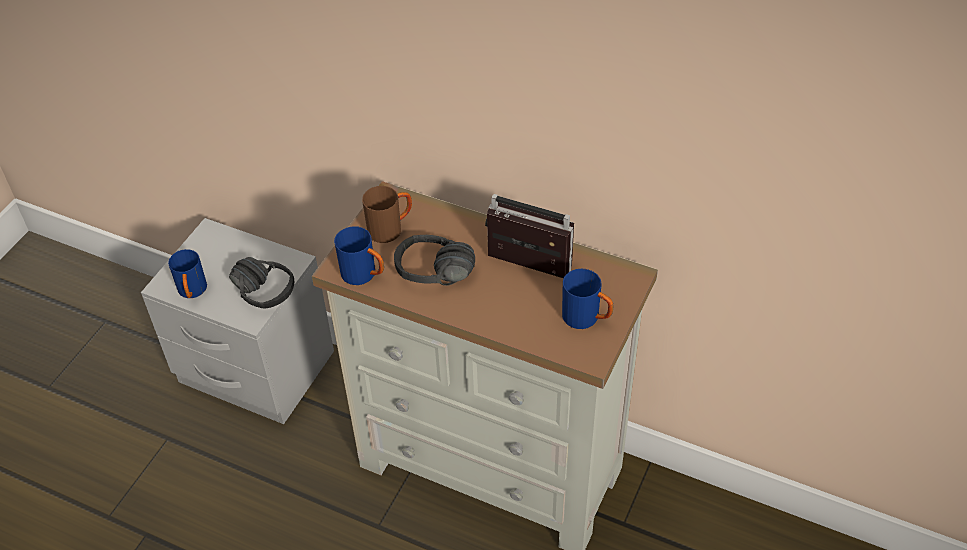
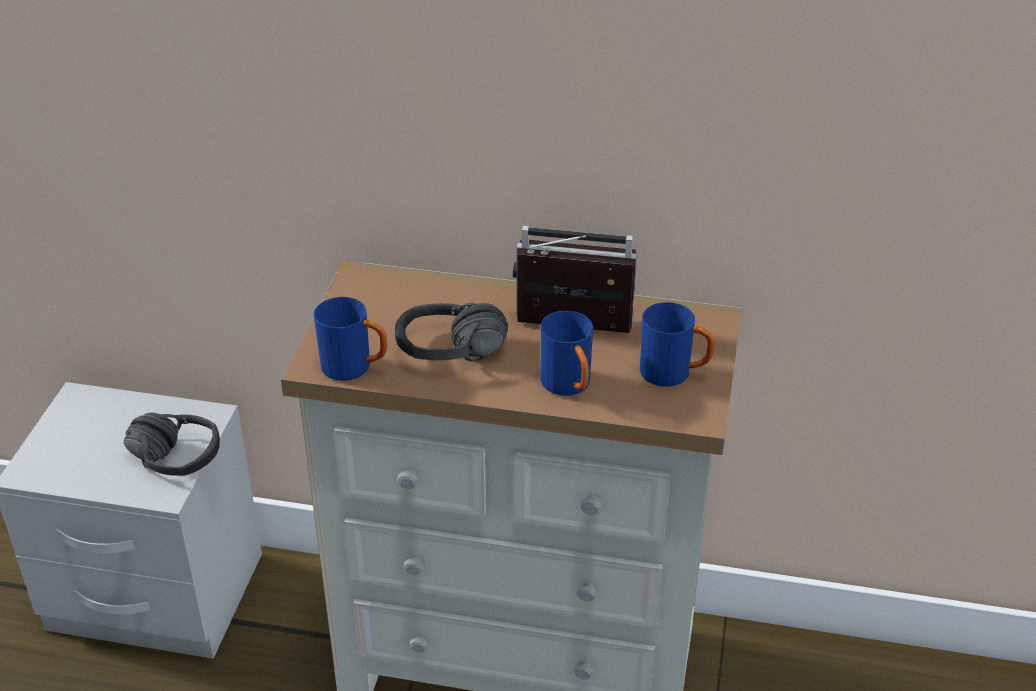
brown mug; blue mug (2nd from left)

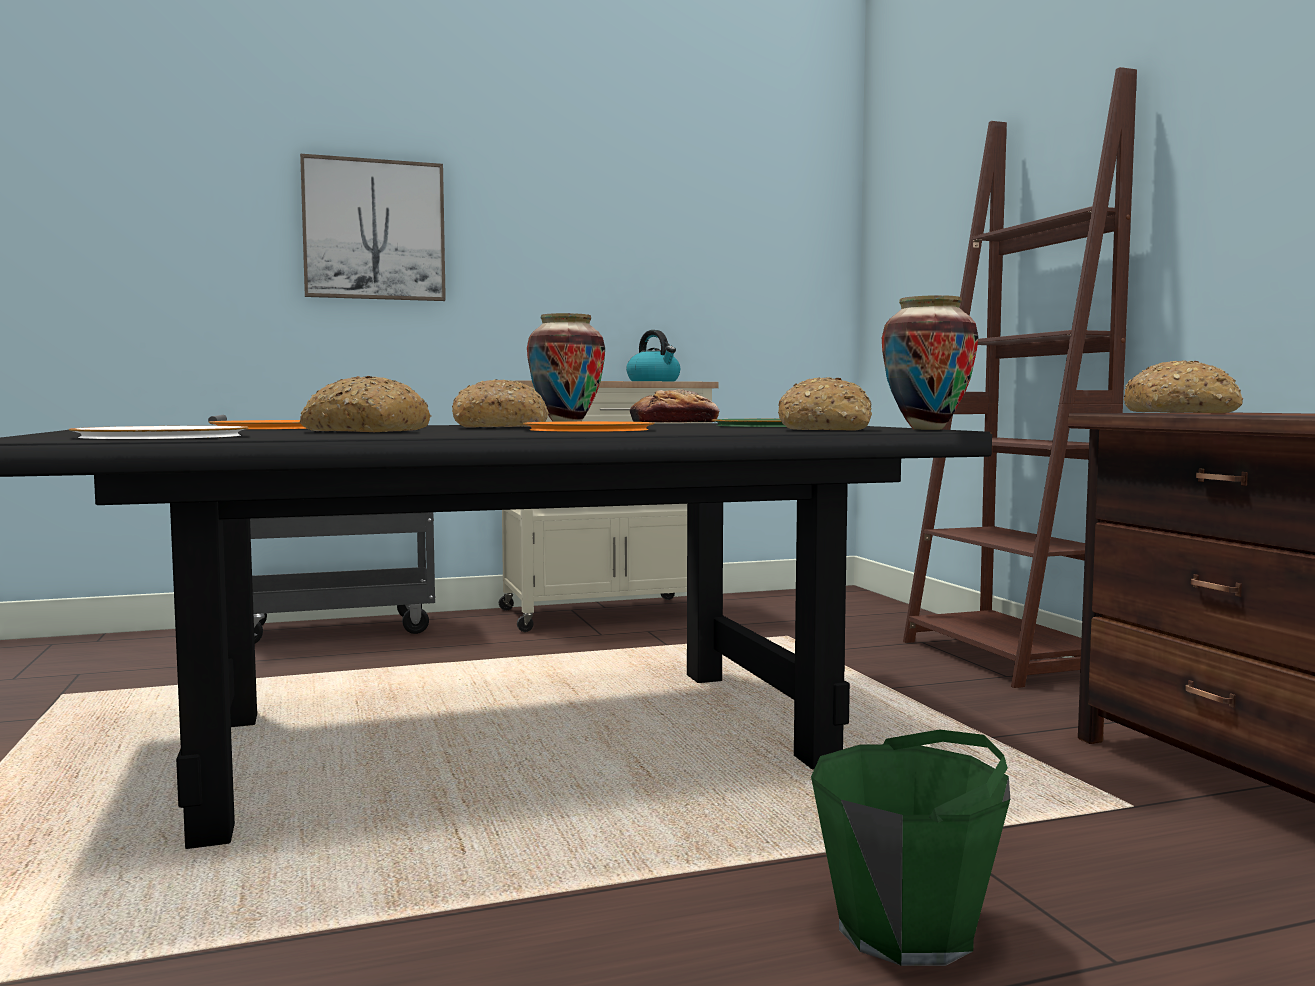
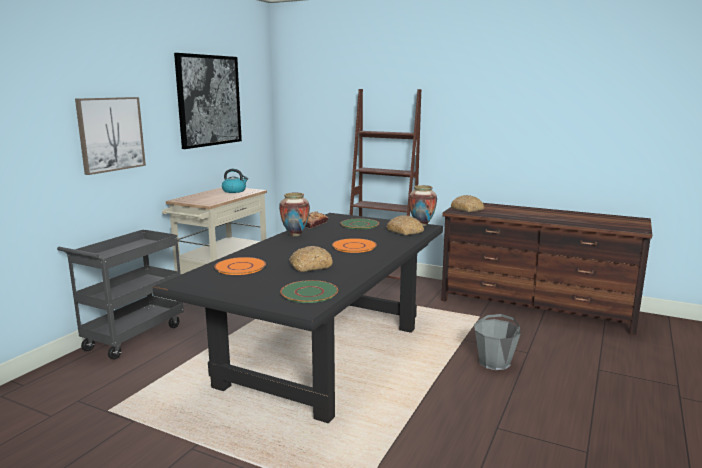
bread (2nd from left in the first image); picture (2nd from left); green plate (1st from left); grey bucket

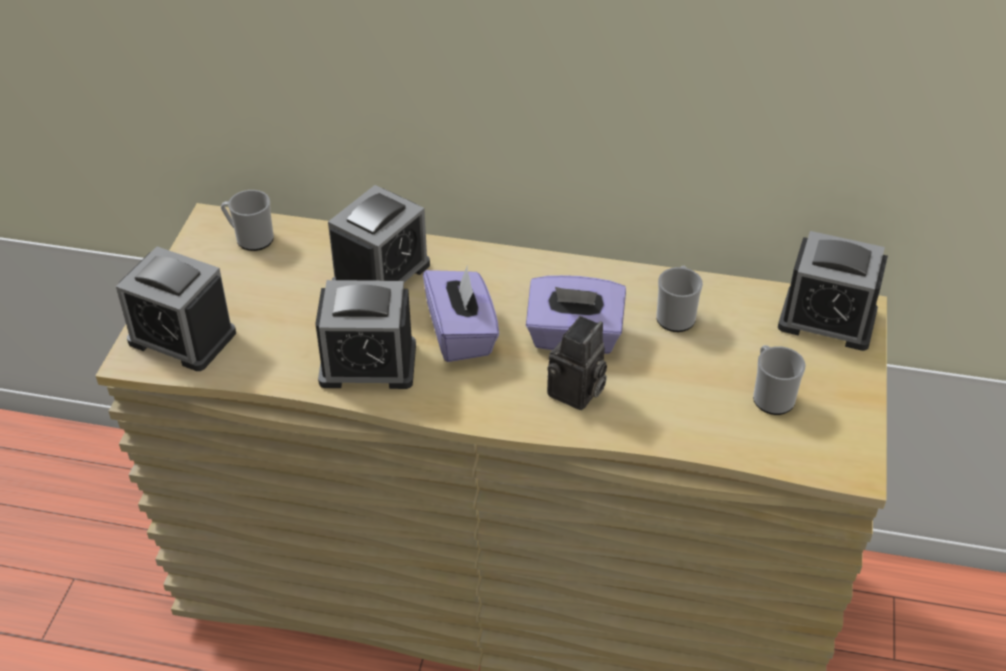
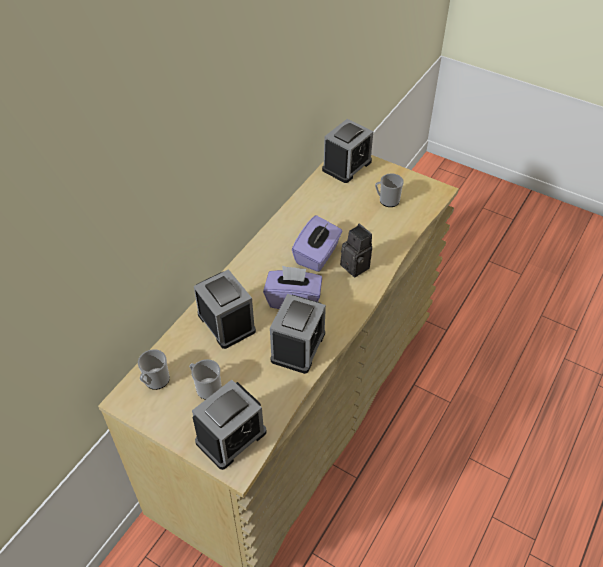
mug (2nd from left)

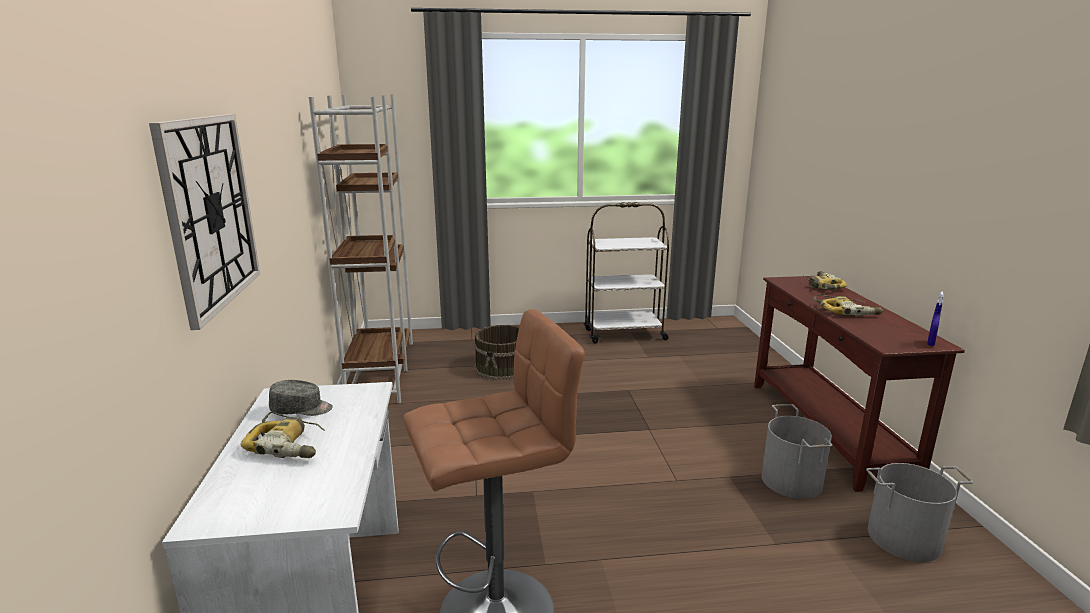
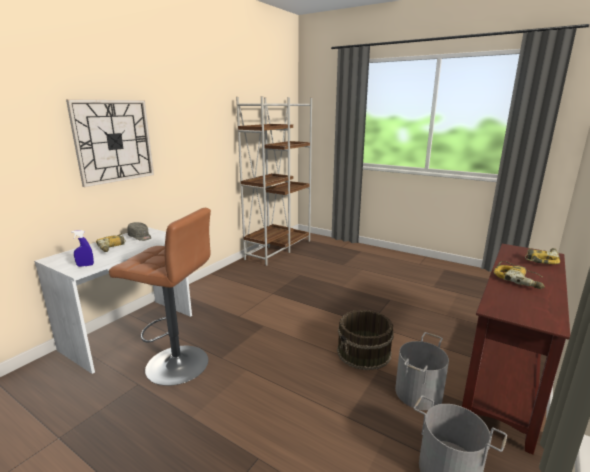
white cart; brown bucket; blue spray bottle

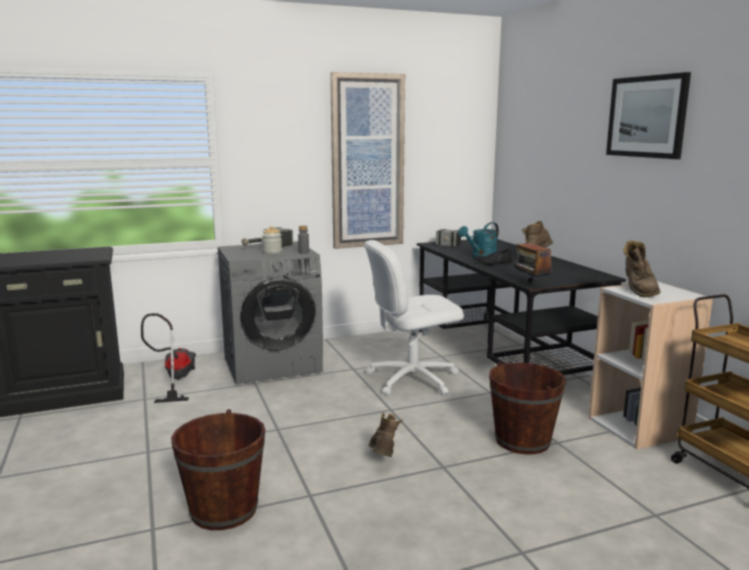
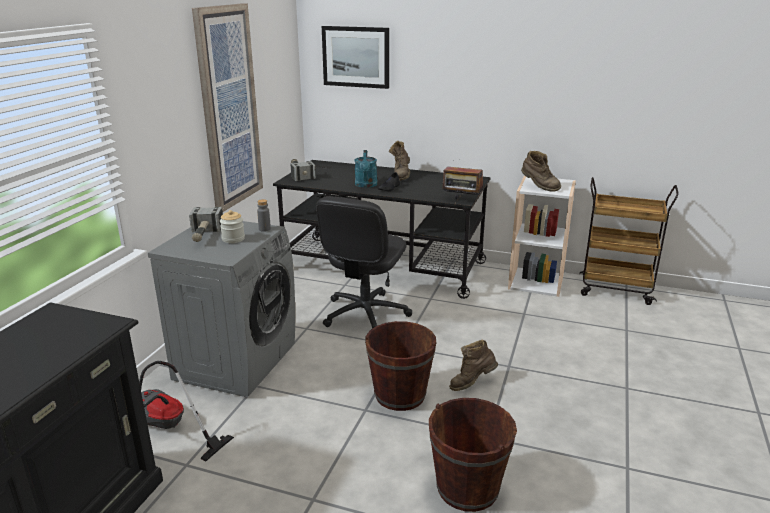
brown bucket (1st from left); picture (2nd from left); black office chair; brown boot (2nd from left)

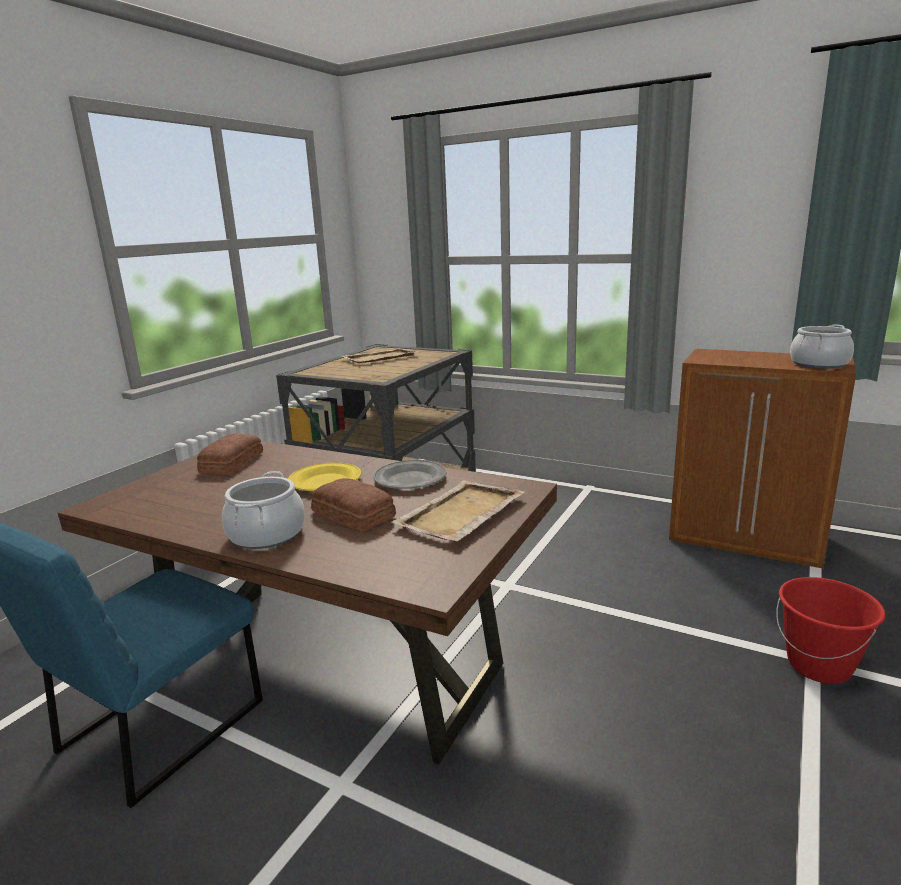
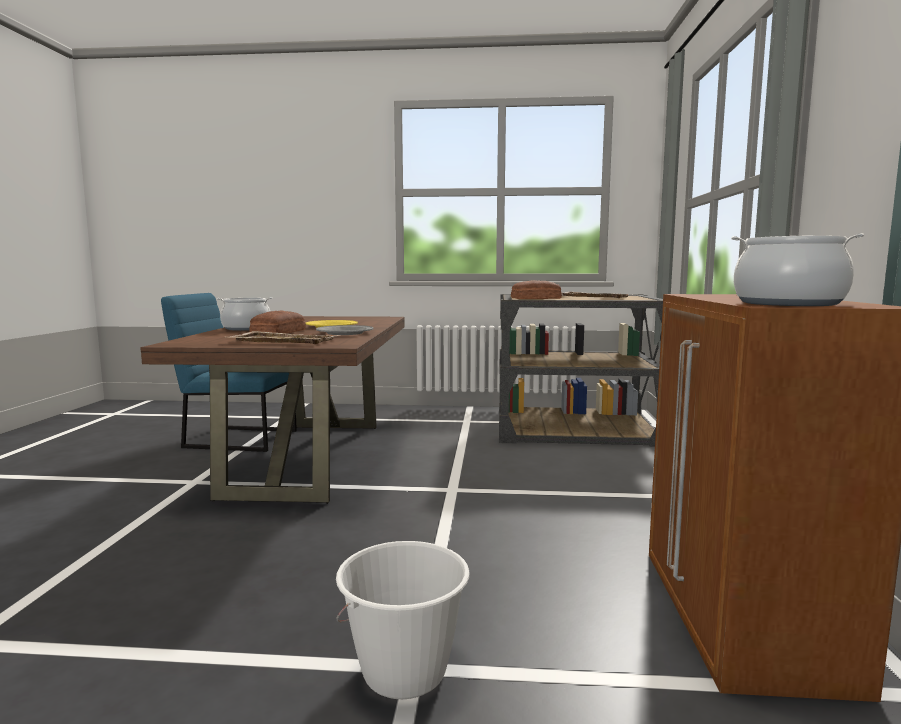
bread (2nd from left); white bucket

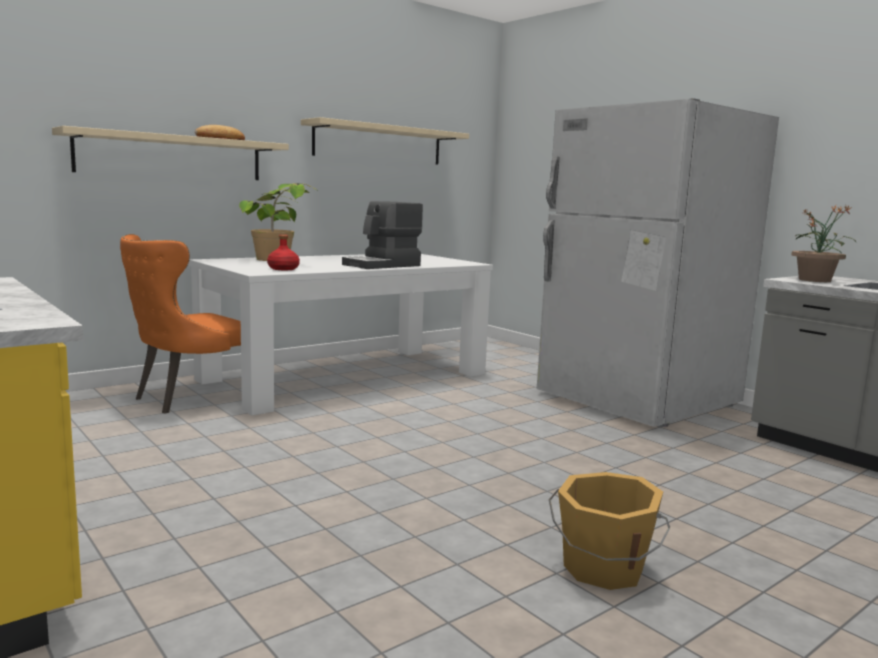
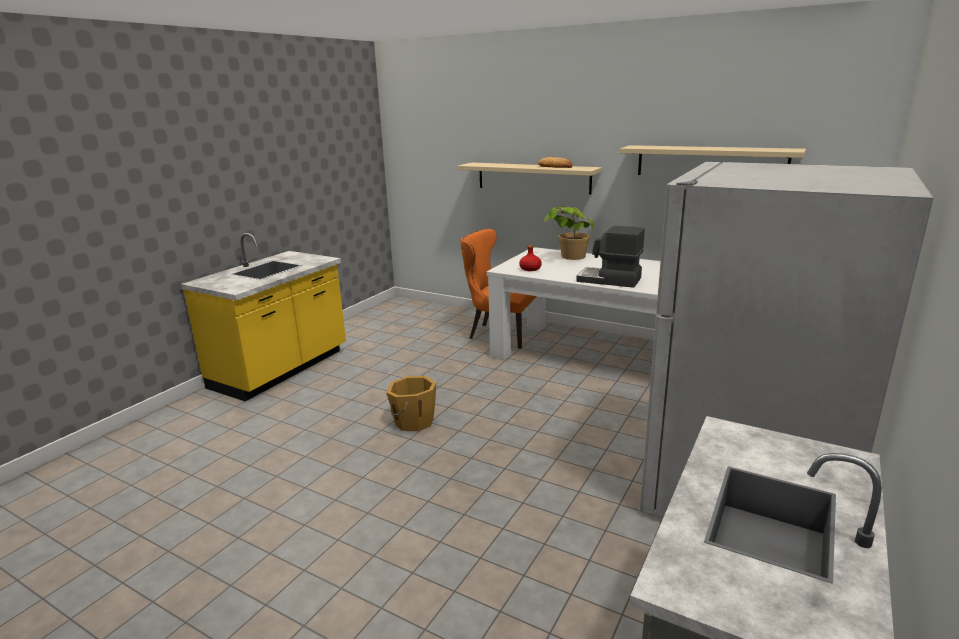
potted plant (2nd from left in the first image); orange bucket

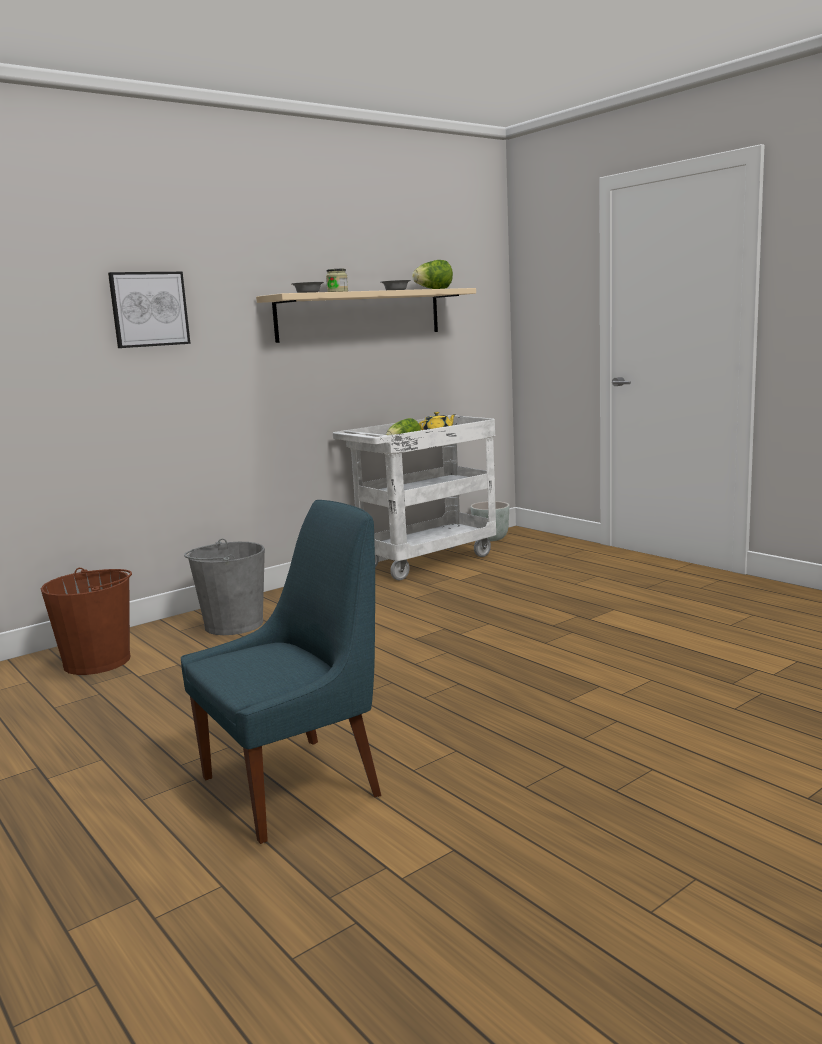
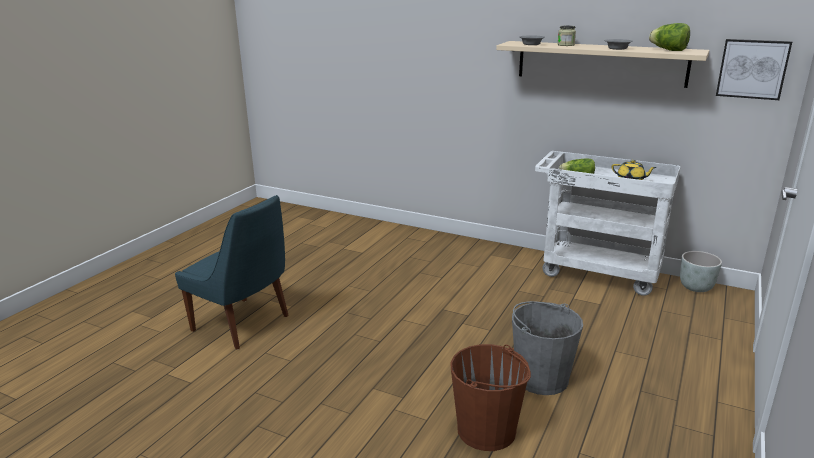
brown bucket; picture; grey bucket

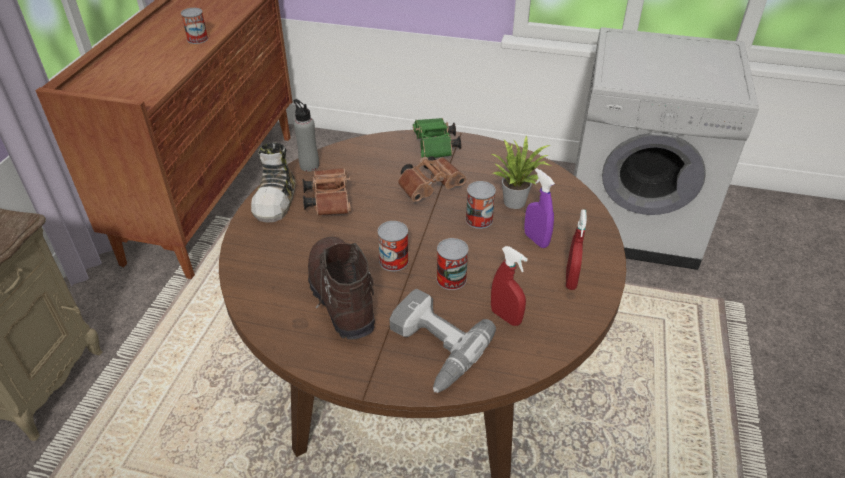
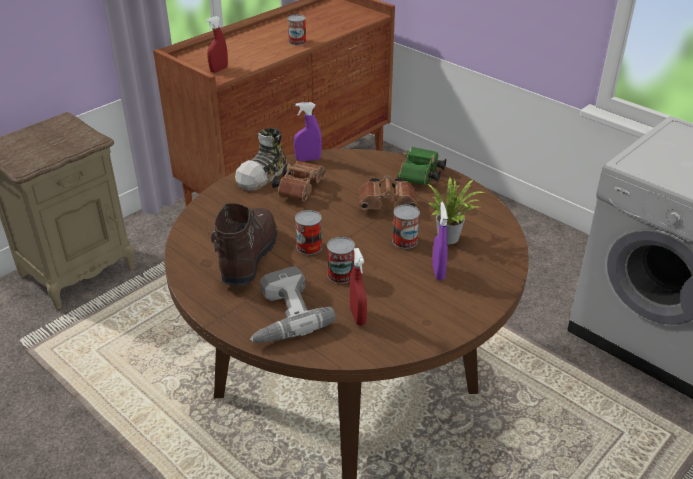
red spray bottle (1st from left); purple spray bottle (1st from left)

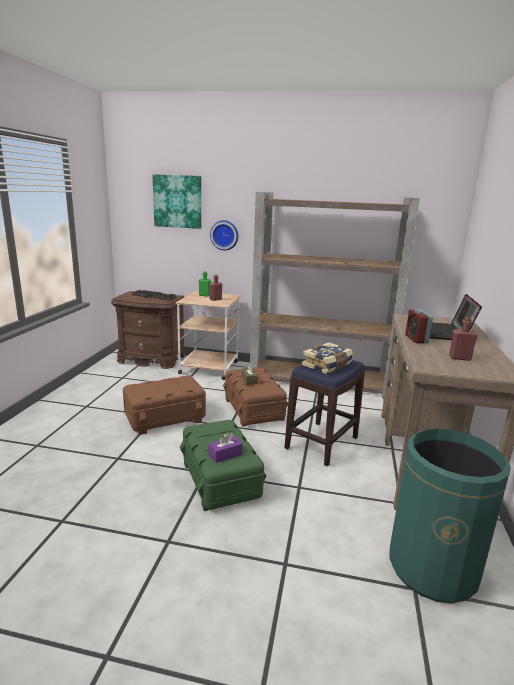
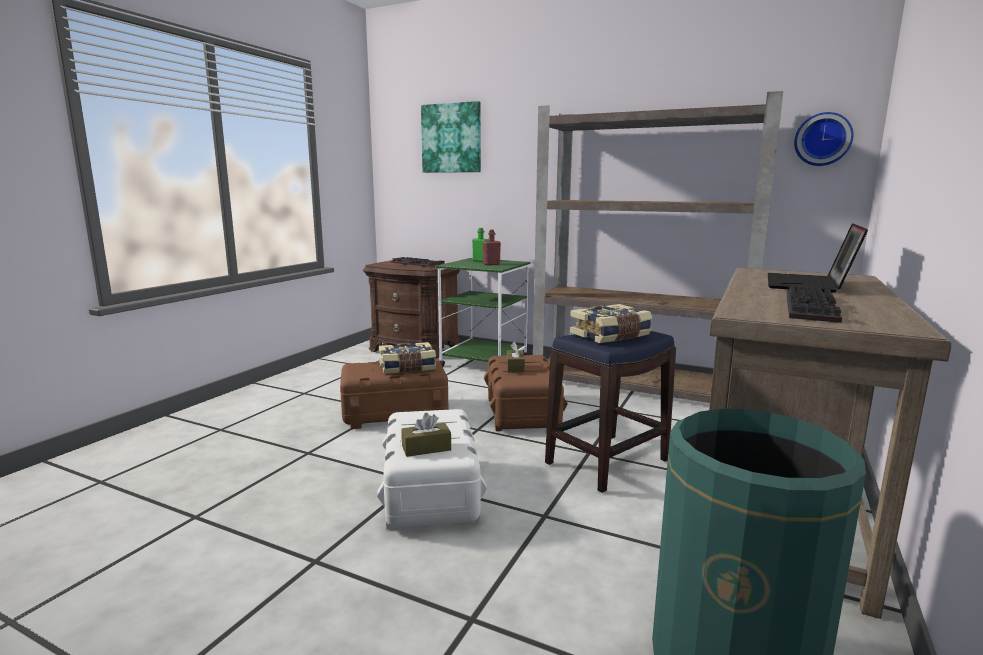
alarm clock; book (1st from left); wall clock; keyboard (2nd from left); green cart; white storage box; brown tissue box (1st from left)

